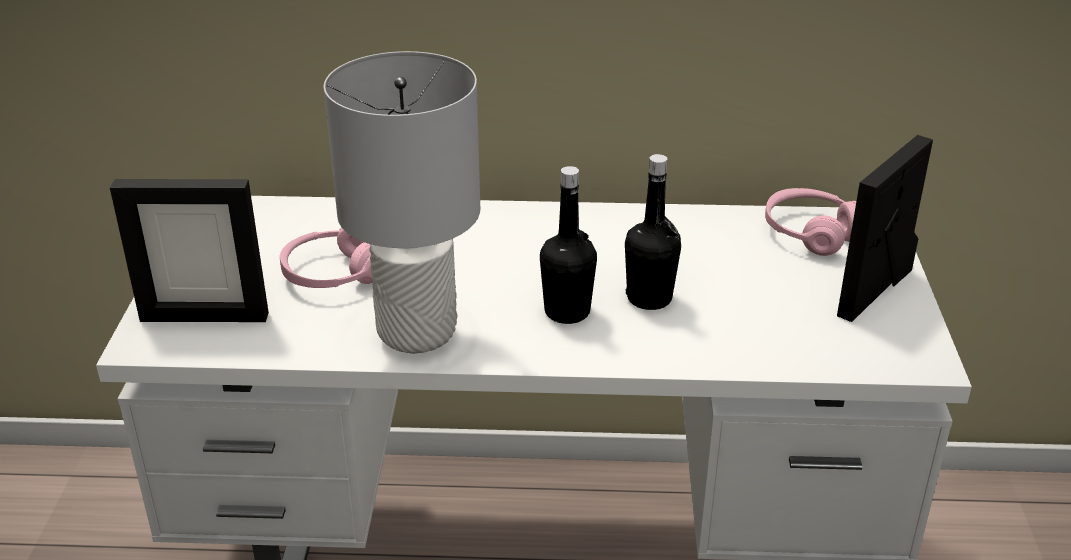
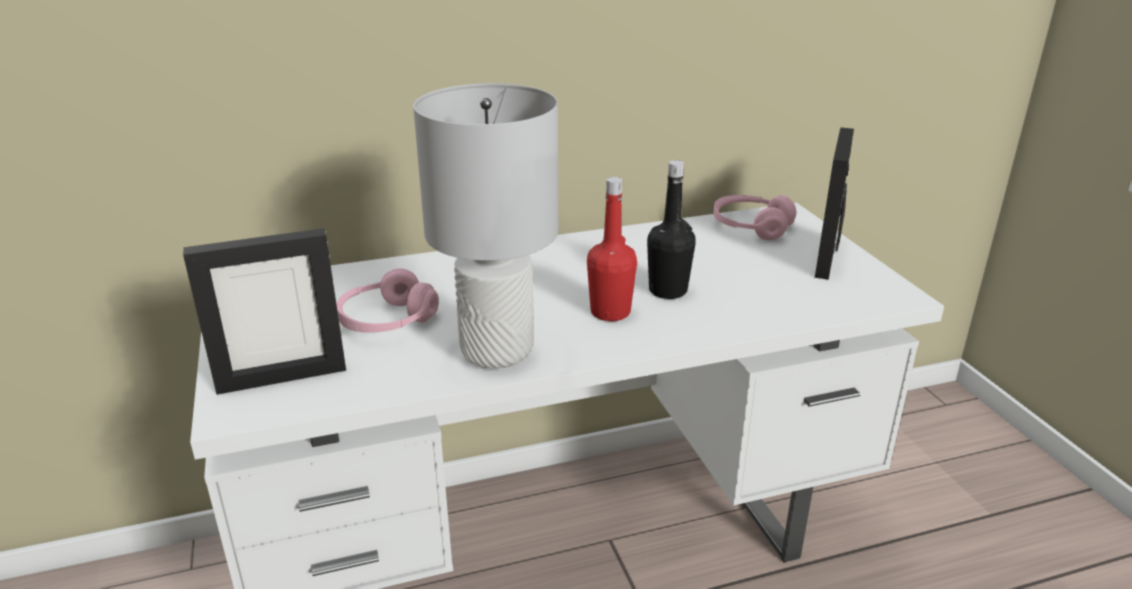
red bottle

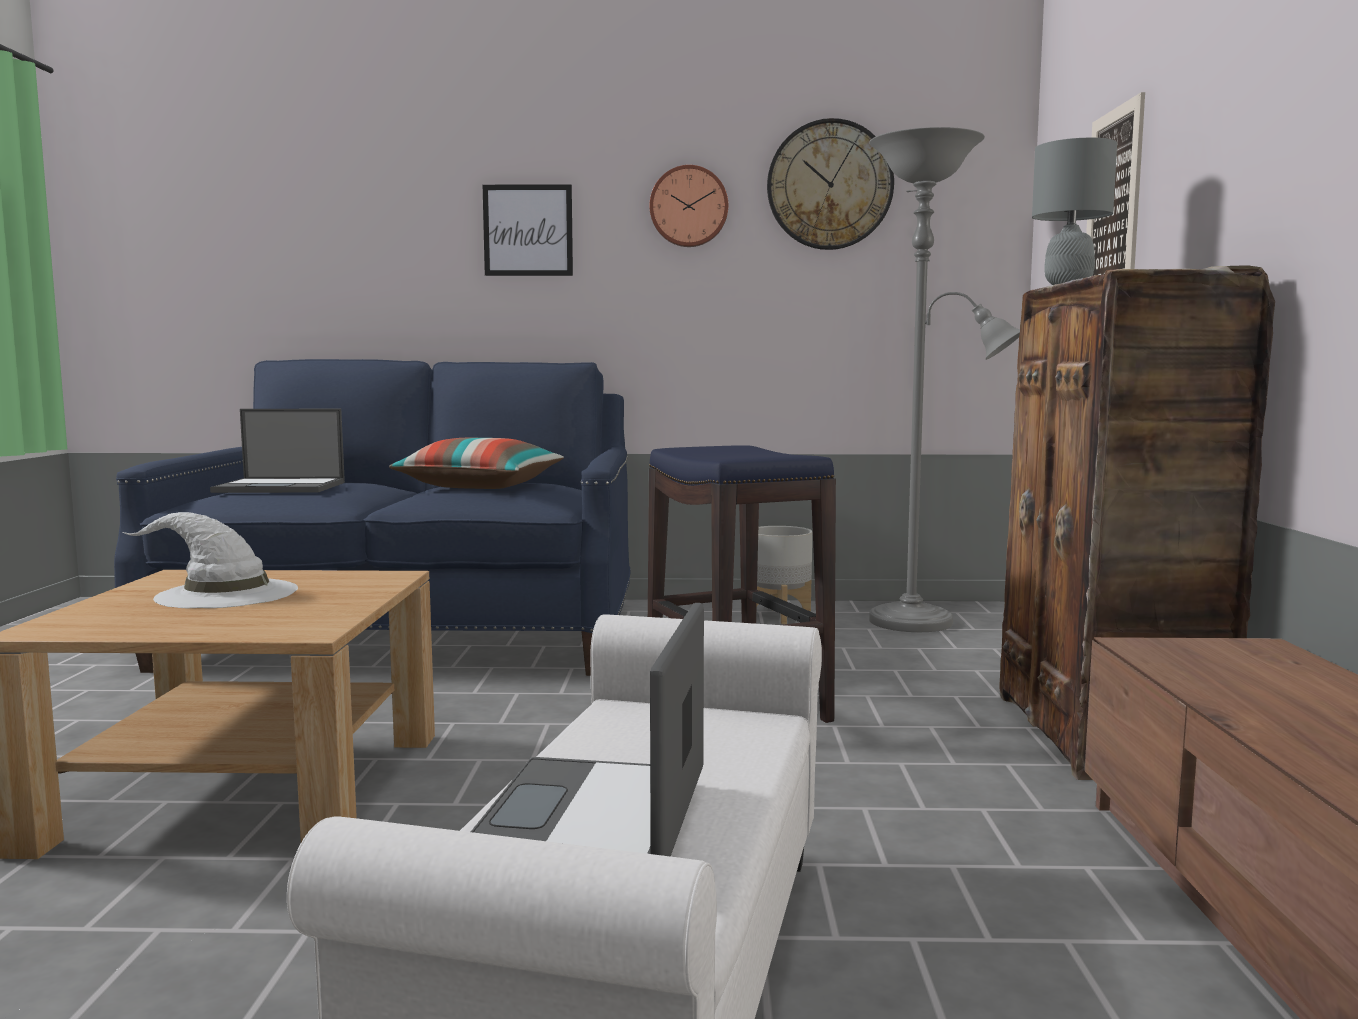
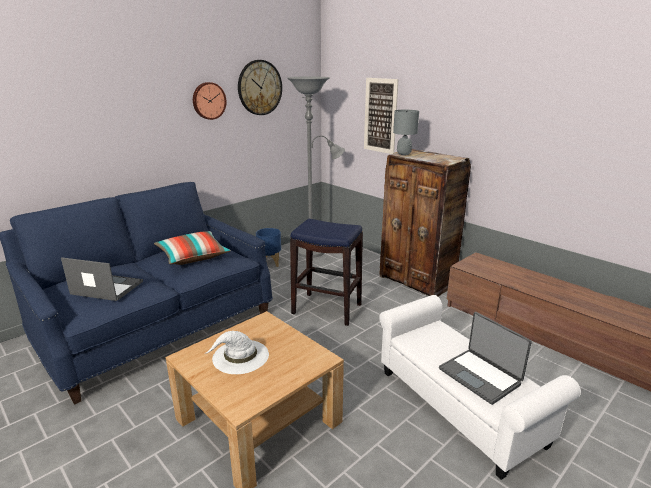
picture (1st from left in the first image); blue planter; laptop (1st from left)

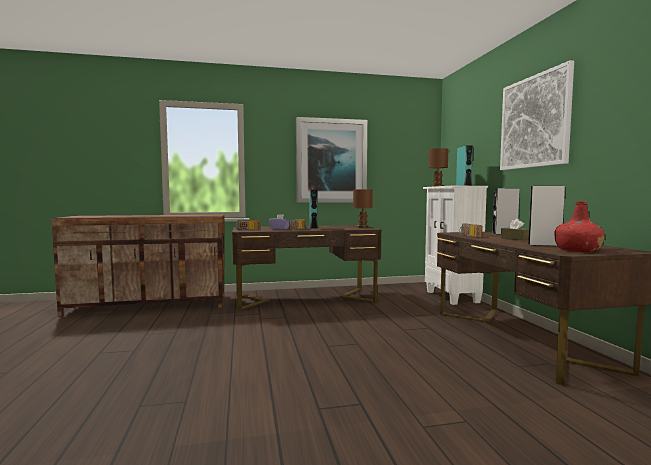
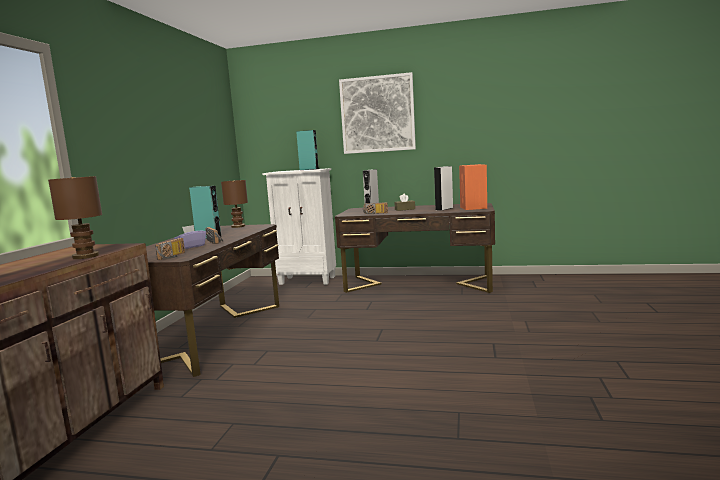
picture (1st from left in the first image); brown table lamp (1st from left); orange speaker

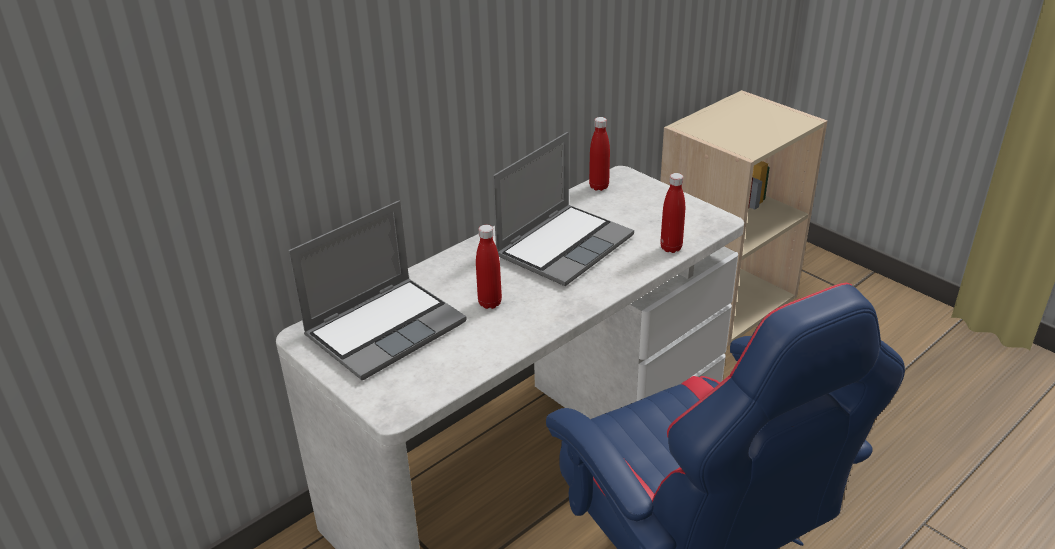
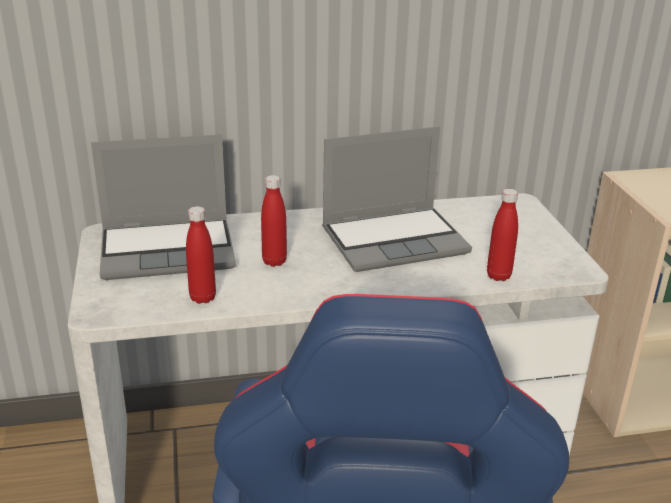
red bottle (1st from left)

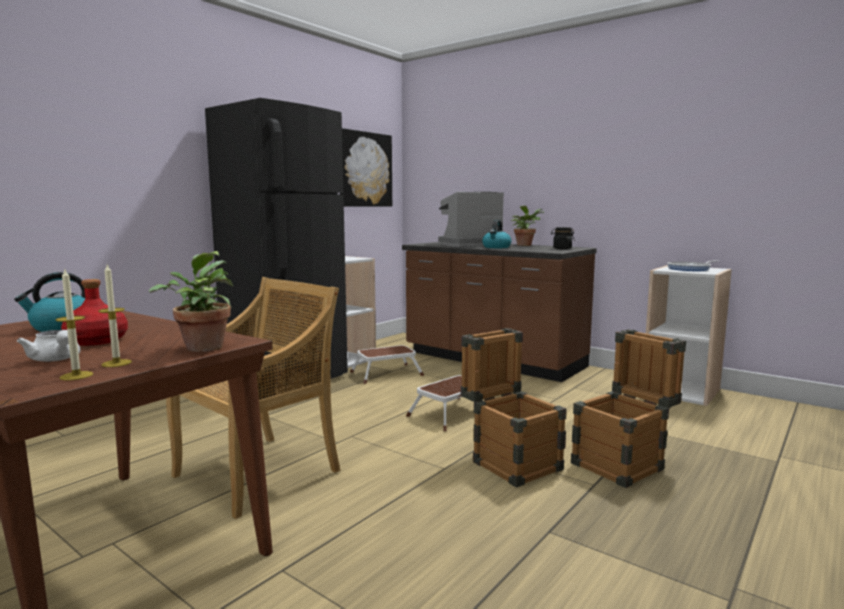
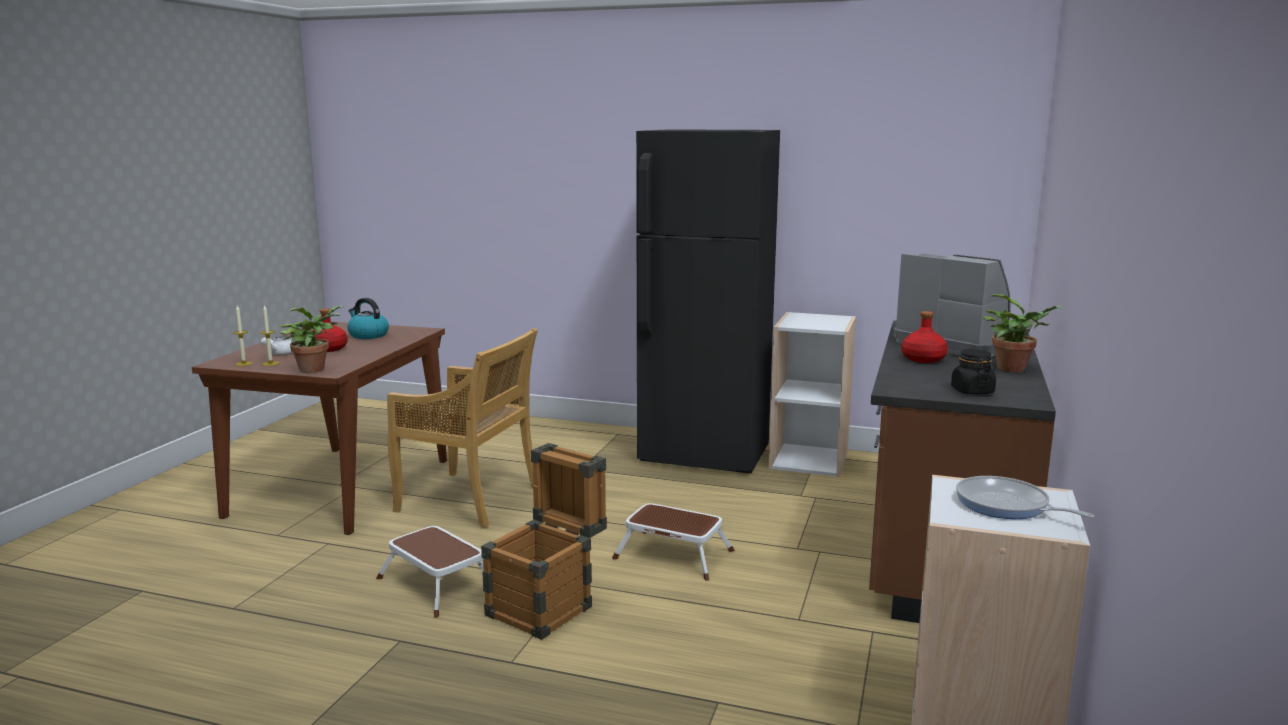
picture; crate (2nd from left in the first image); brown step ladder (1st from left); red bottle (2nd from left)

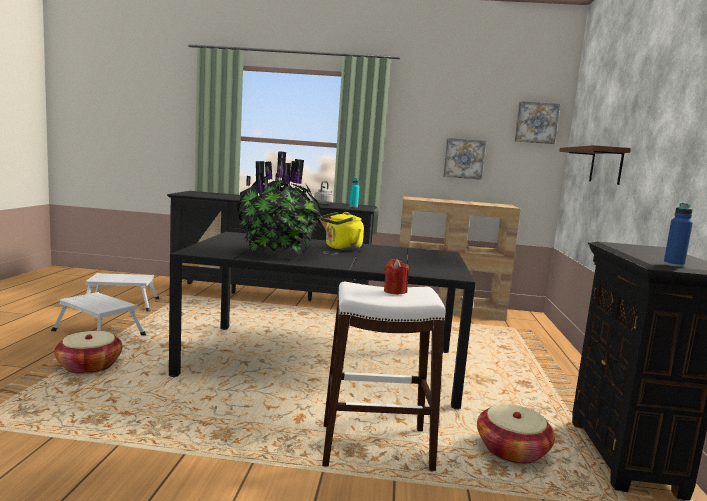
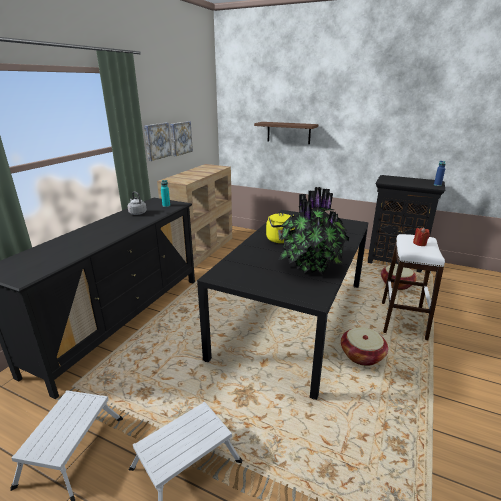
basket (1st from left); picture (1st from left)

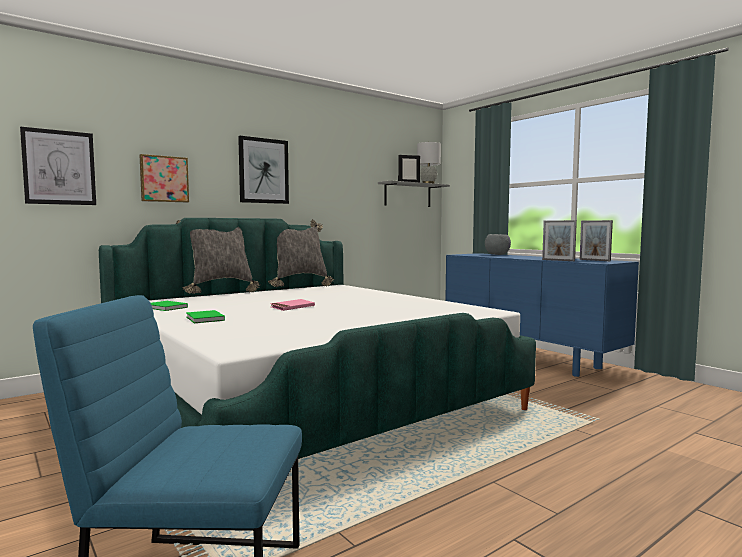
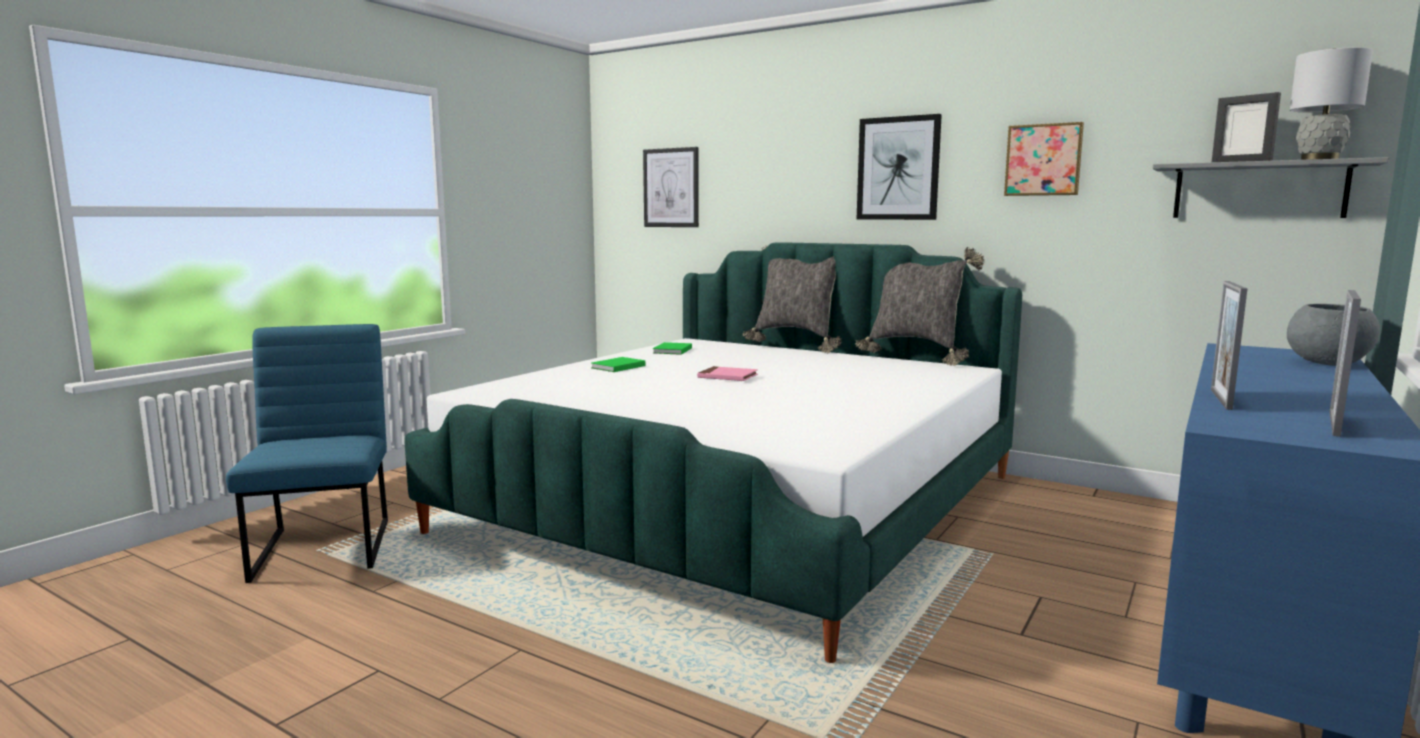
picture (3rd from left)

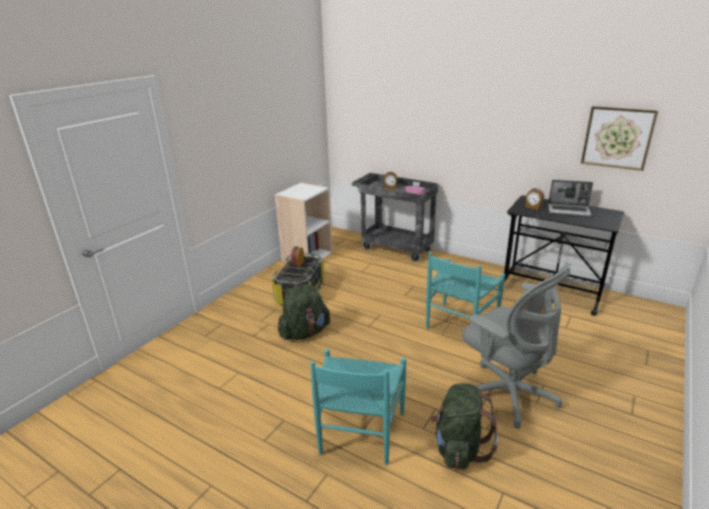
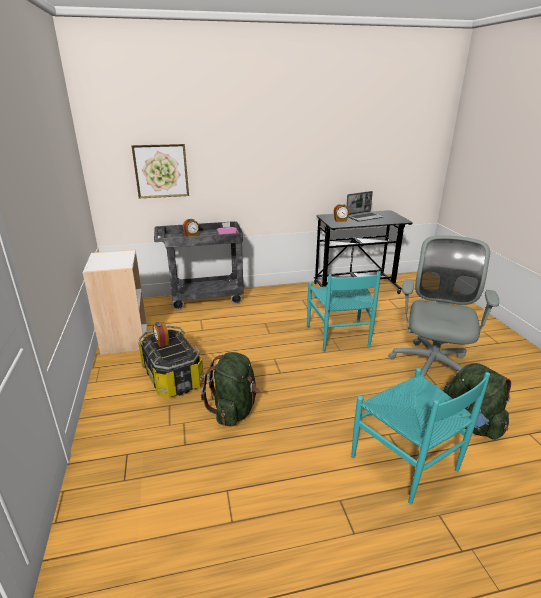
picture; grey office chair

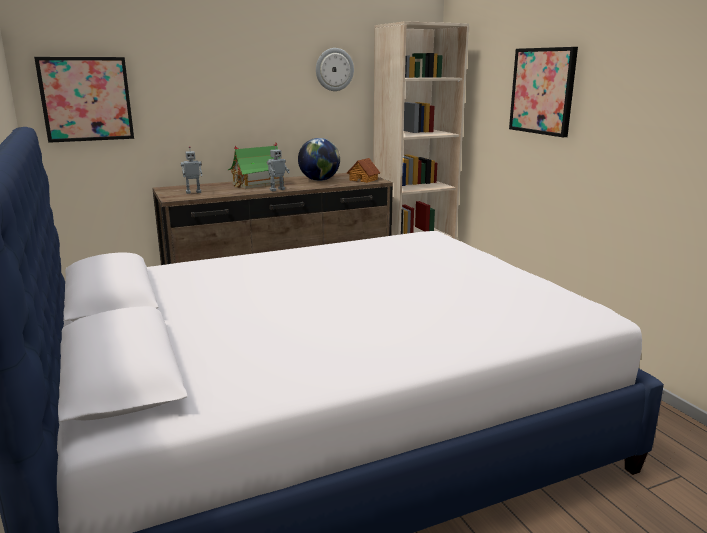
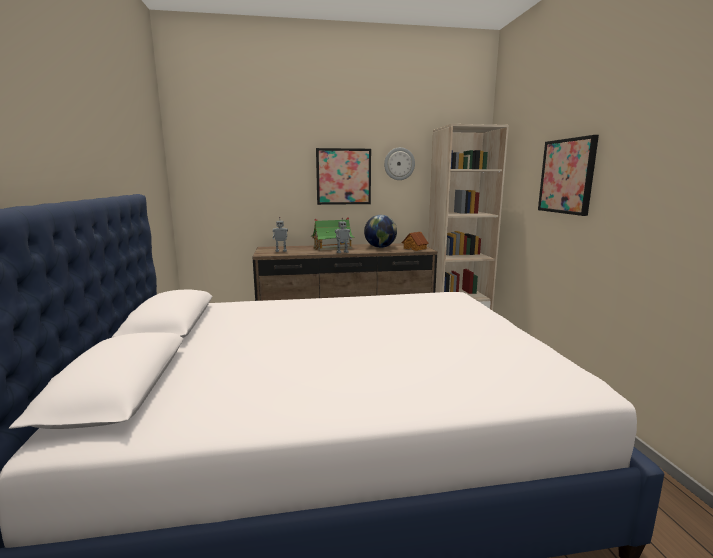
picture (1st from left)

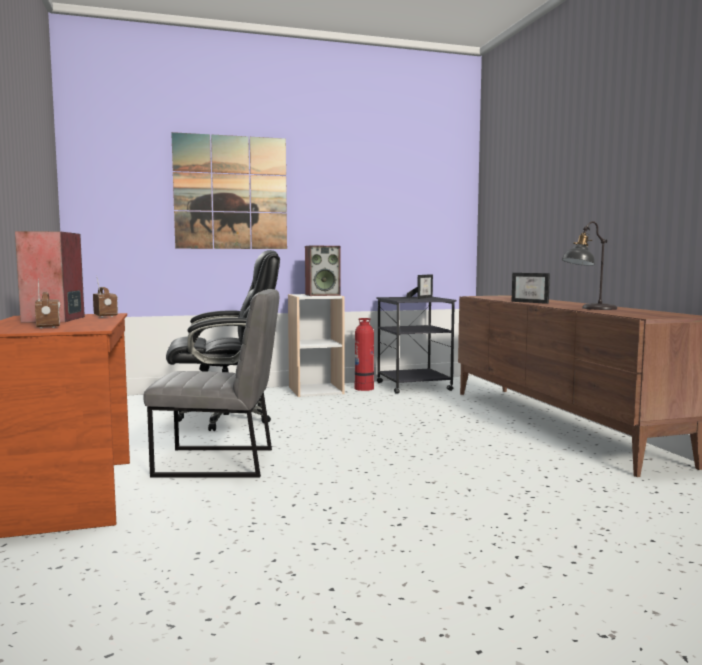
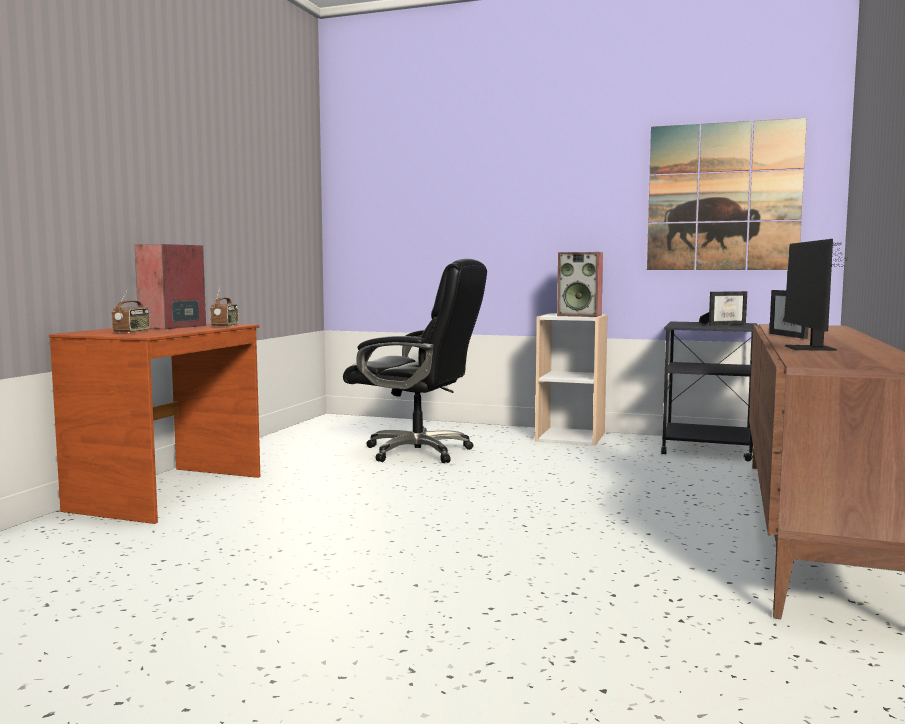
grey chair; fire extinguisher; picture; monitor

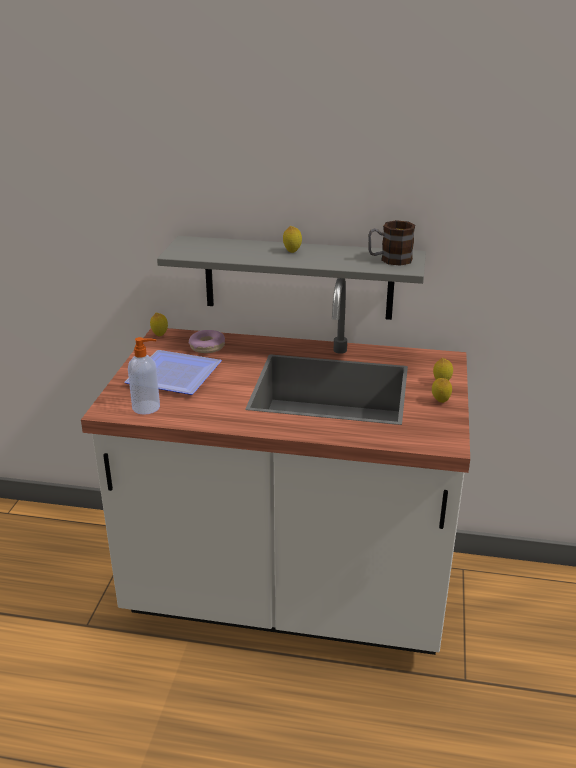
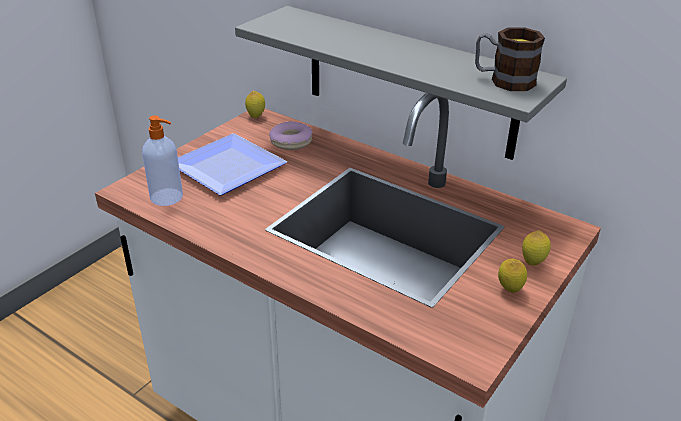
lemon (2nd from left in the first image)

